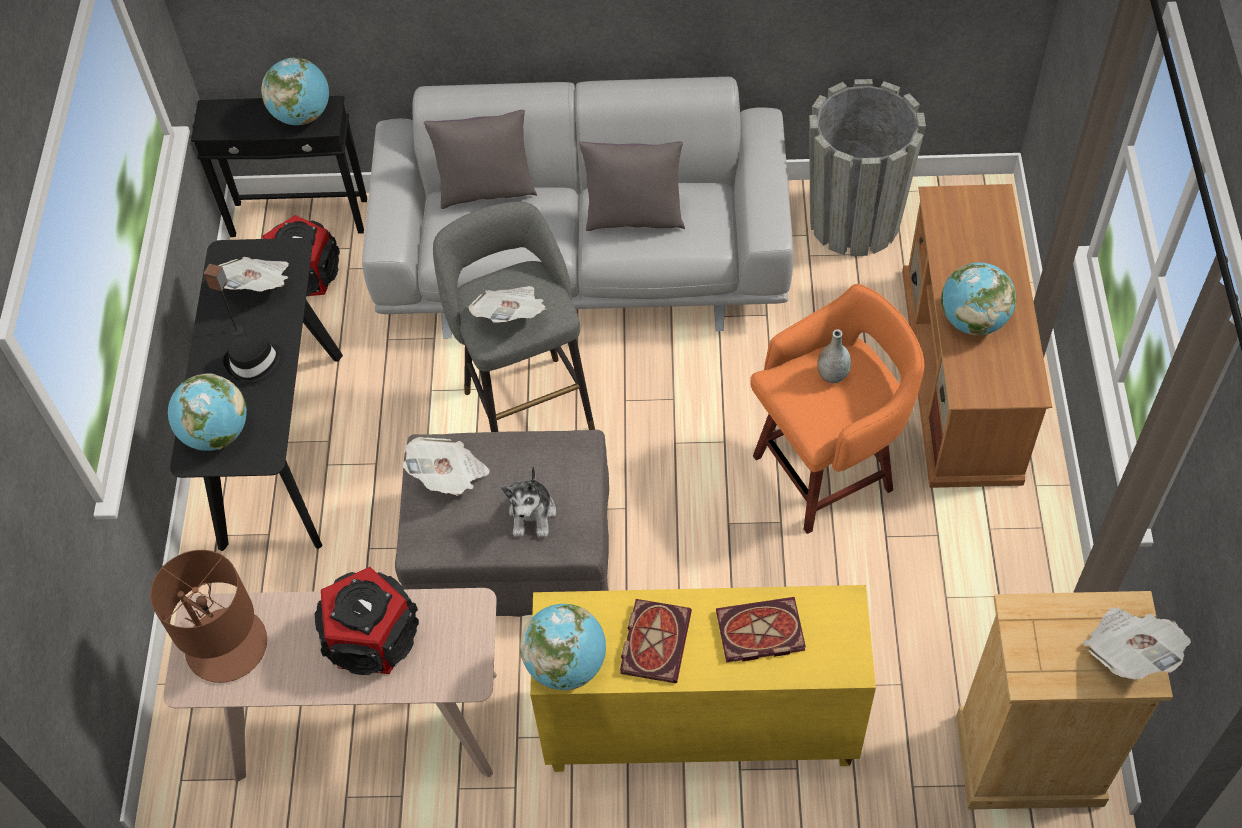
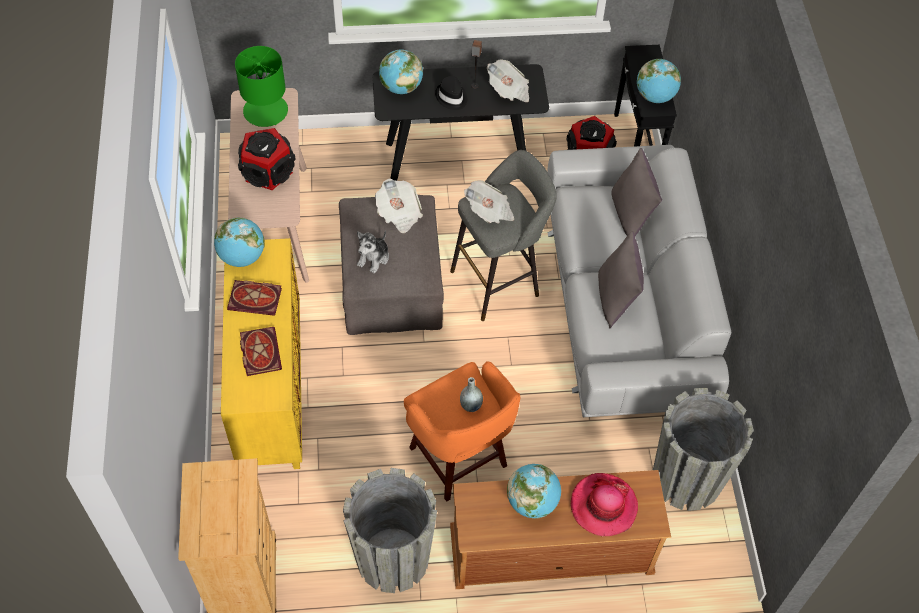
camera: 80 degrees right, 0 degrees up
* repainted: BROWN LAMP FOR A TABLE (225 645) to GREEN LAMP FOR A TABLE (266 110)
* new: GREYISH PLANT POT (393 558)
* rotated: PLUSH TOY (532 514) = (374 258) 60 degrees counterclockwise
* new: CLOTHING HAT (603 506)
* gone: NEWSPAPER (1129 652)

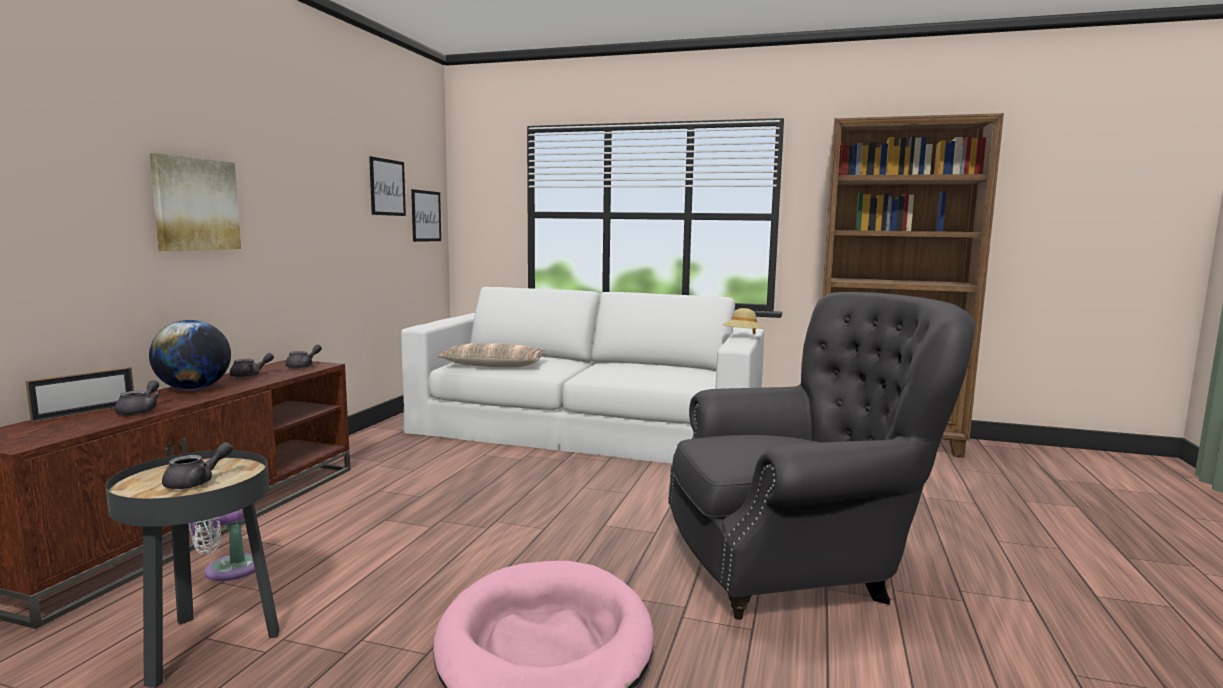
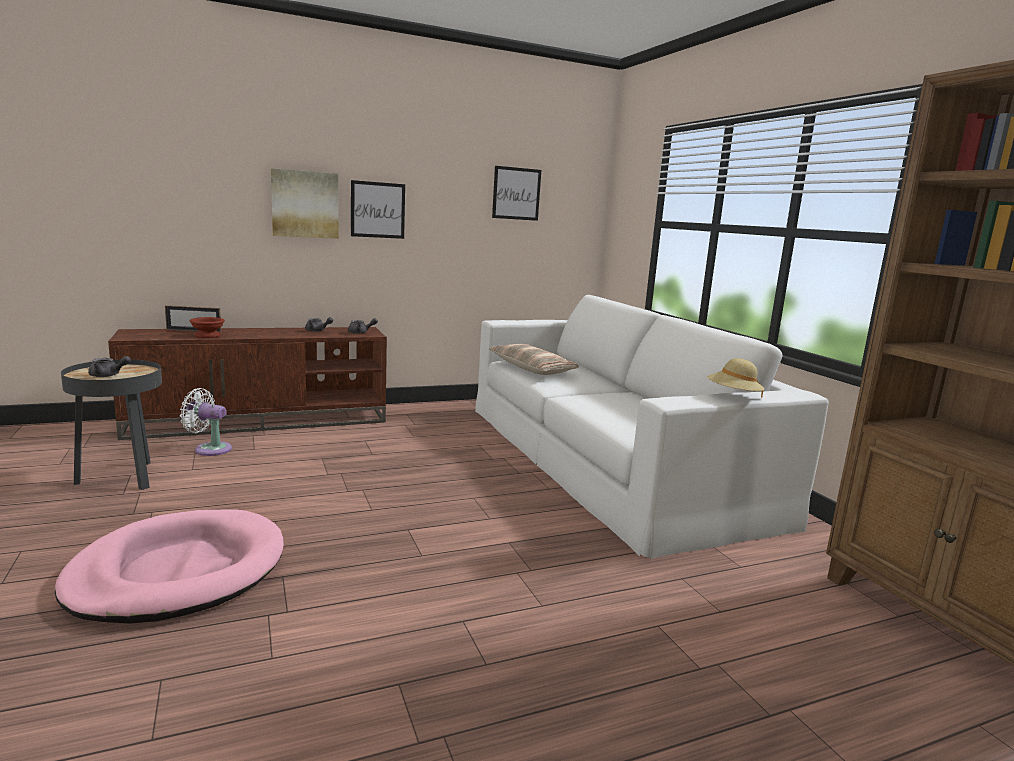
camera: 50 degrees right, 5 degrees up
* swapped: GREYISH TEAPOT (140 411) to BROWN SERVING BOWL (208 335)
* shifted: WALL PICTURE (426 216) to (378 210)
* gone: GLOBE (194 389)
* gone: GREYISH ARMCHAIR (798 565)

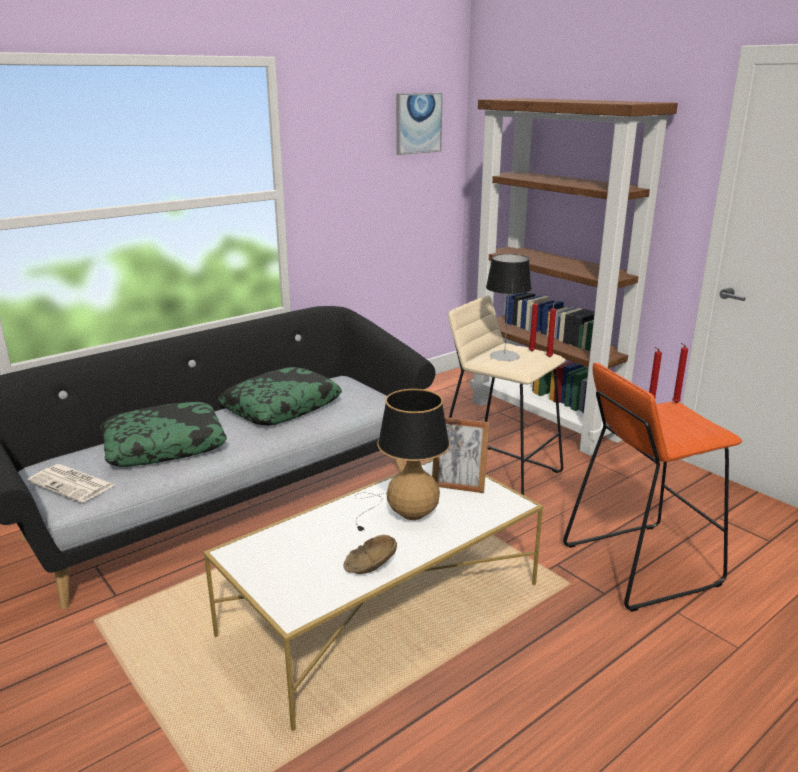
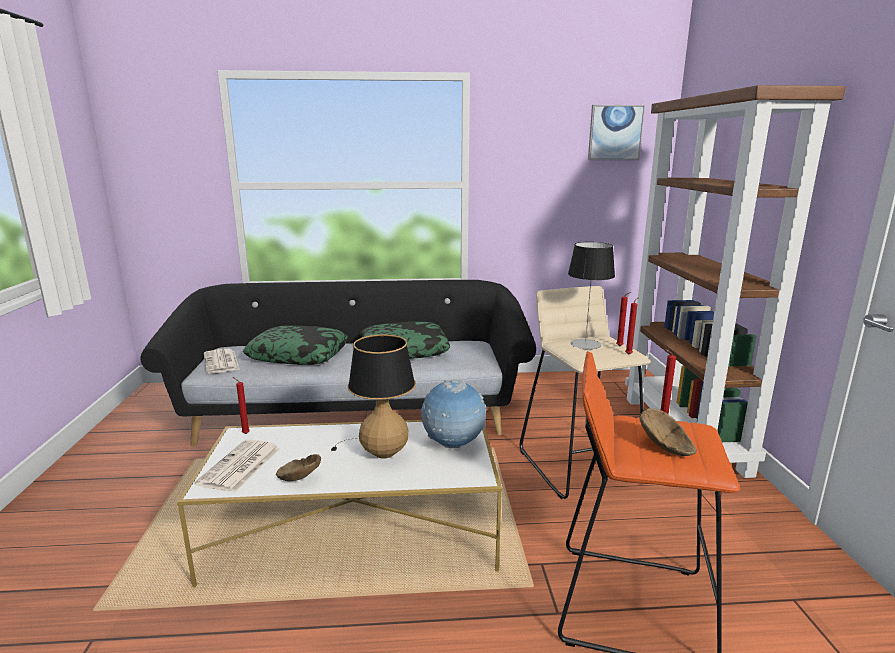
camera: 35 degrees right, 5 degrees down
* new: NEWSPAPER (240 466)
* shifted: RED-COLOURED CANDLE (674 403) to (244 433)
* swapped: PHOTO FRAME (458 486) to GLOBE (453 445)
* new: BROWN SERVING BOWL (666 447)

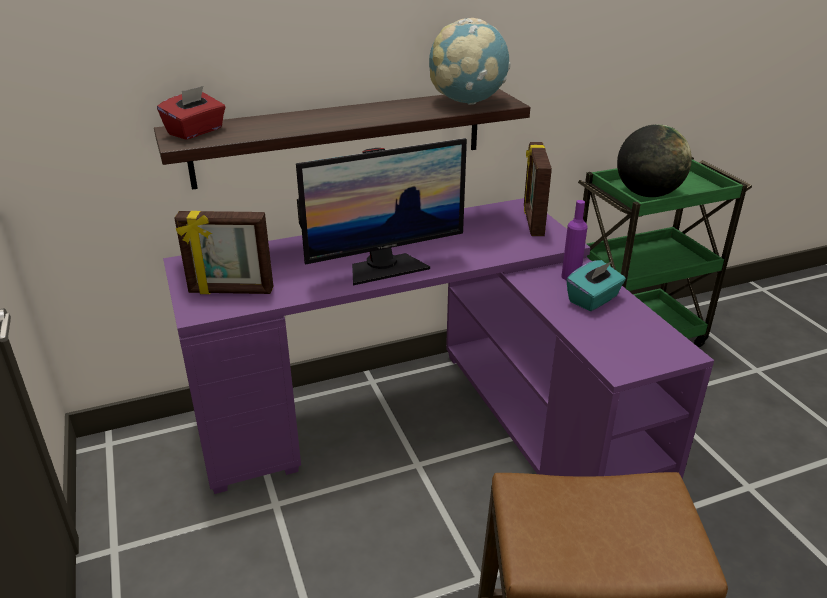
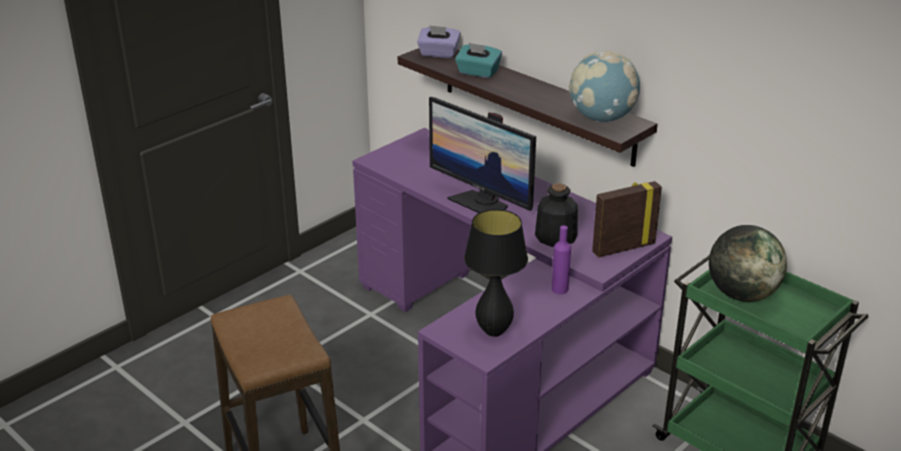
camera: 65 degrees right, 0 degrees up
* repainted: RED-COLOURED TISSUE BOX (196 131) to PURPLE-COLOURED TISSUE BOX (438 54)
* shifted: TURQUOISE TISSUE BOX (593 299) to (478 72)
* new: BLACK LAMP FOR A TABLE (494 331)
* new: BEVERAGE BOTTLE (555 236)
* gone: PHOTO FRAME (231 291)

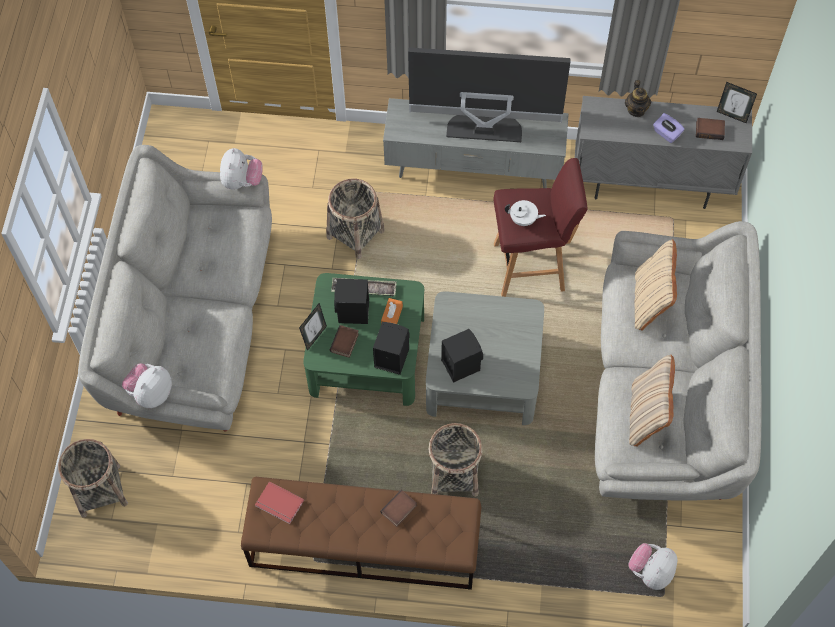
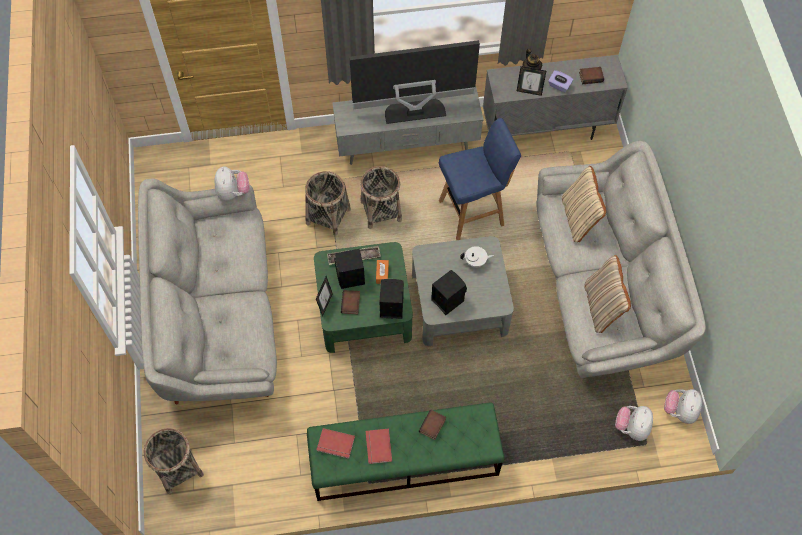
camera: 15 degrees left, 0 degrees up
* repainted: BROWN BENCH (363 545) to GREEN BENCH (404 461)
* shifted: STORAGE BASKET (454 475) to (381 211)
* new: RED-COLOURED VOLUME (377 447)
* repainted: RED-COLOURED STOOL SEAT (531 267) to BLUE-COLOURED STOOL SEAT (473 212)
* shifted: WHITISH TEAPOT (523 220) to (475 262)
* shifted: PHOTO FRAME (732 115) to (529 91)
* shifted: PLUSH TOY (151 393) to (680 411)

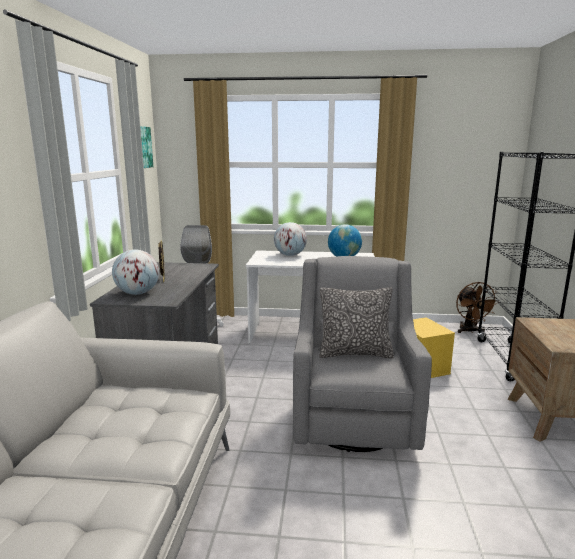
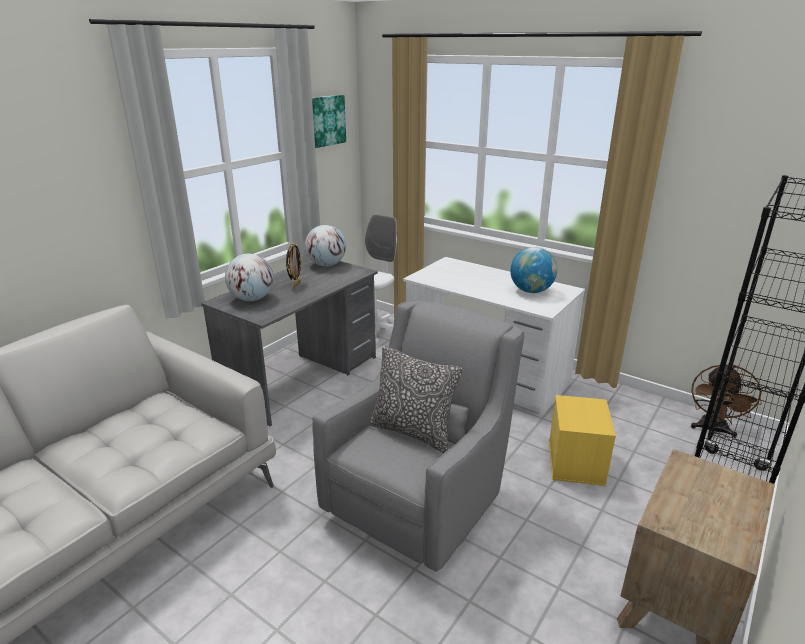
camera: 30 degrees right, 10 degrees up
* shifted: GLOBE (290 255) to (326 265)

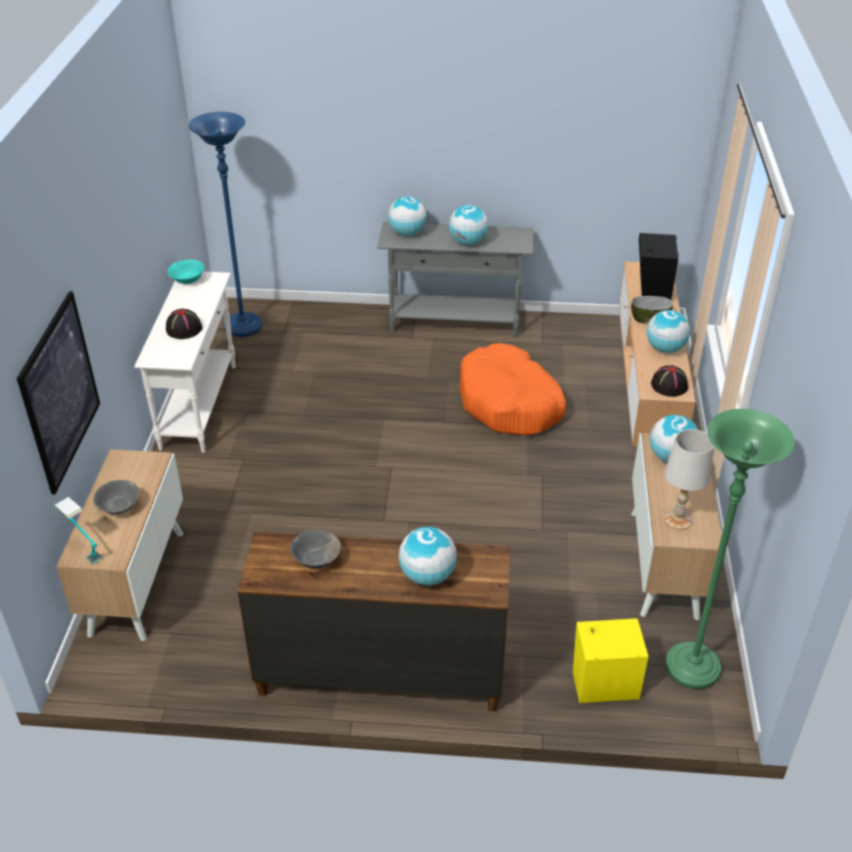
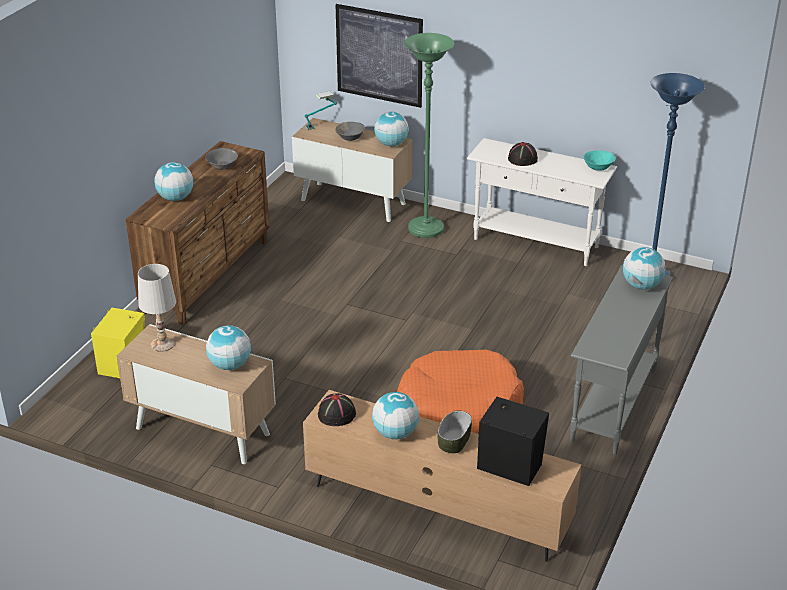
camera: 110 degrees right, 5 degrees down
* shifted: GLOBE (467 242) to (391 144)
* shifted: GREEN STANDING LAMP (692 668) to (425 229)

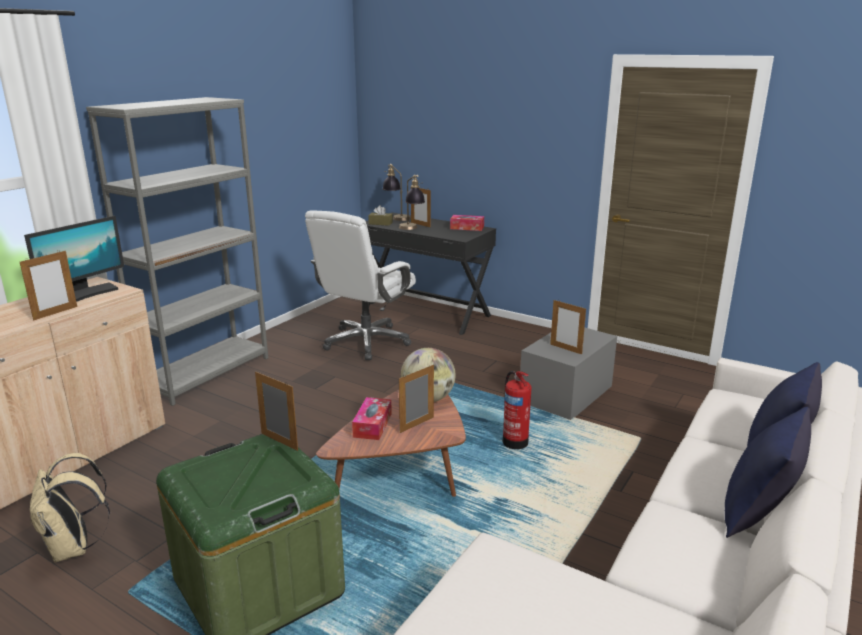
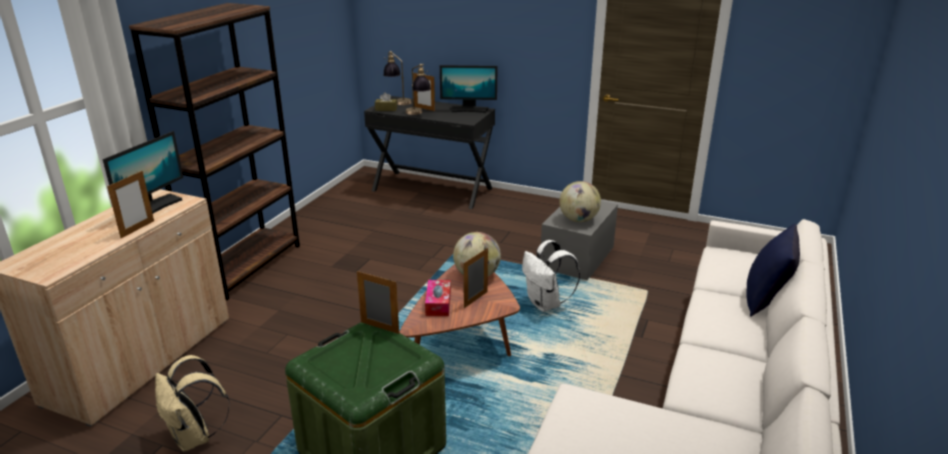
camera: 10 degrees left, 5 degrees up
* repainted: GREYISH BOOKSHELF (207 374) to BROWN BOOKSHELF (247 266)
* swapped: TISSUE BOX (467 228) to MONITOR (468 109)
* swapped: EXTINGUISHER (514 442) to WHITISH RUCKSACK (546 304)
* swapped: PHOTO FRAME (566 349) to GLOBE (578 220)
* gone: WHITISH COMPUTER CHAIR (366 342)
* gone: BLUE-COLOURED THROW PILLOW (757 514)

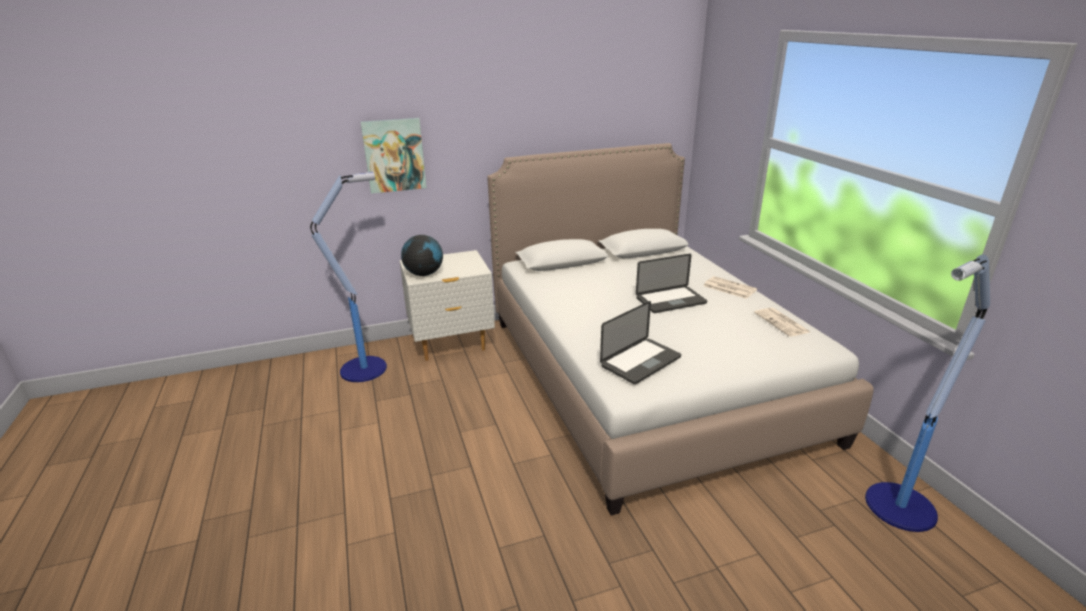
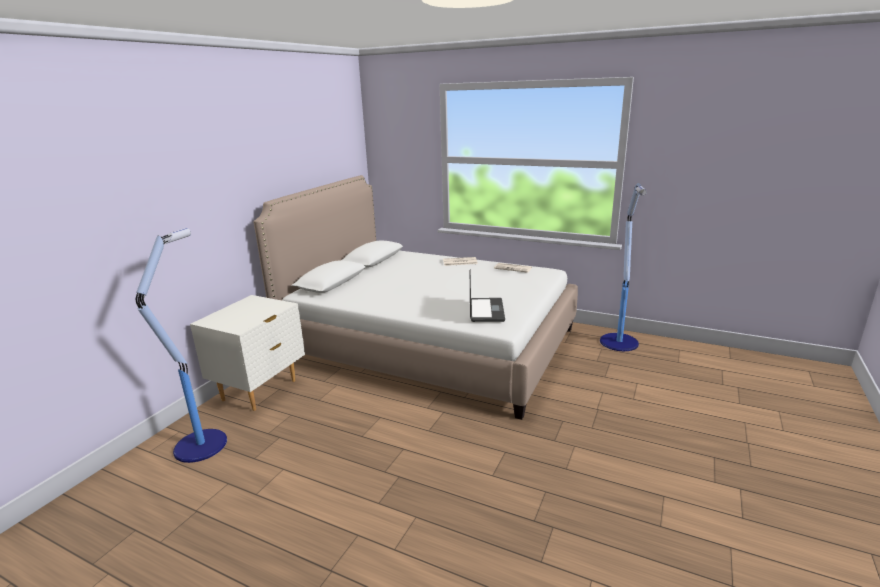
camera: 45 degrees left, 5 degrees down
* gone: WALL PICTURE (394 155)
* gone: GLOBE (424 274)
* gone: PORTABLE COMPUTER (670 301)

